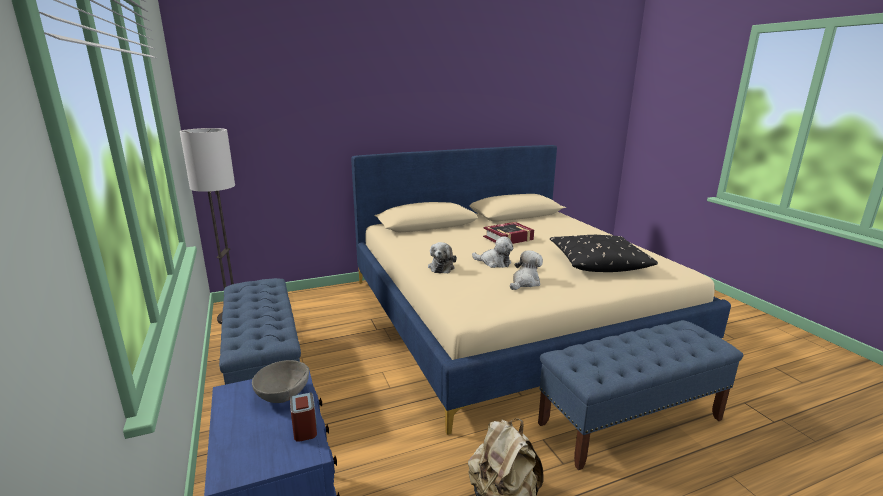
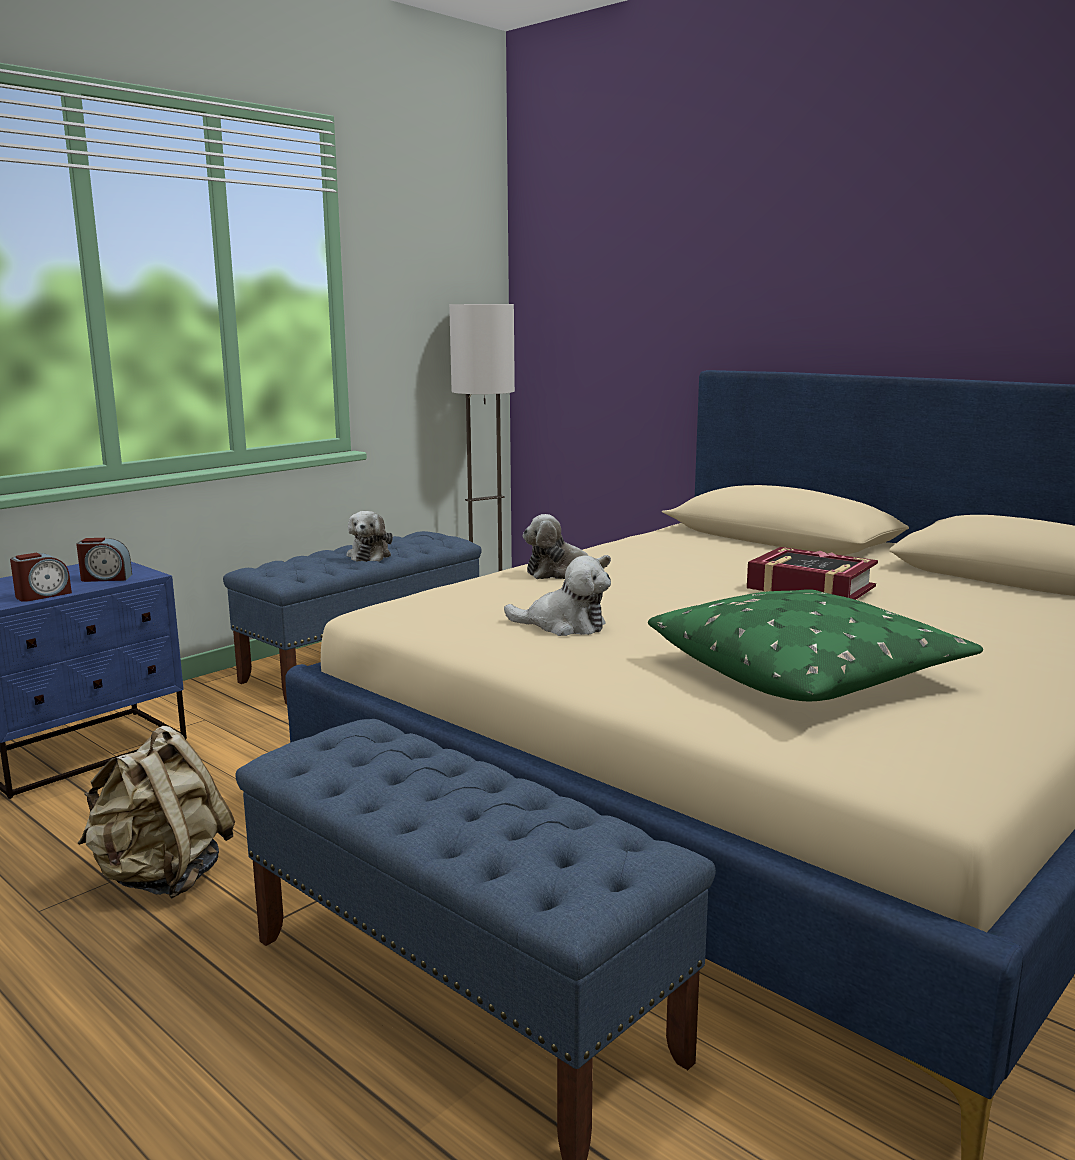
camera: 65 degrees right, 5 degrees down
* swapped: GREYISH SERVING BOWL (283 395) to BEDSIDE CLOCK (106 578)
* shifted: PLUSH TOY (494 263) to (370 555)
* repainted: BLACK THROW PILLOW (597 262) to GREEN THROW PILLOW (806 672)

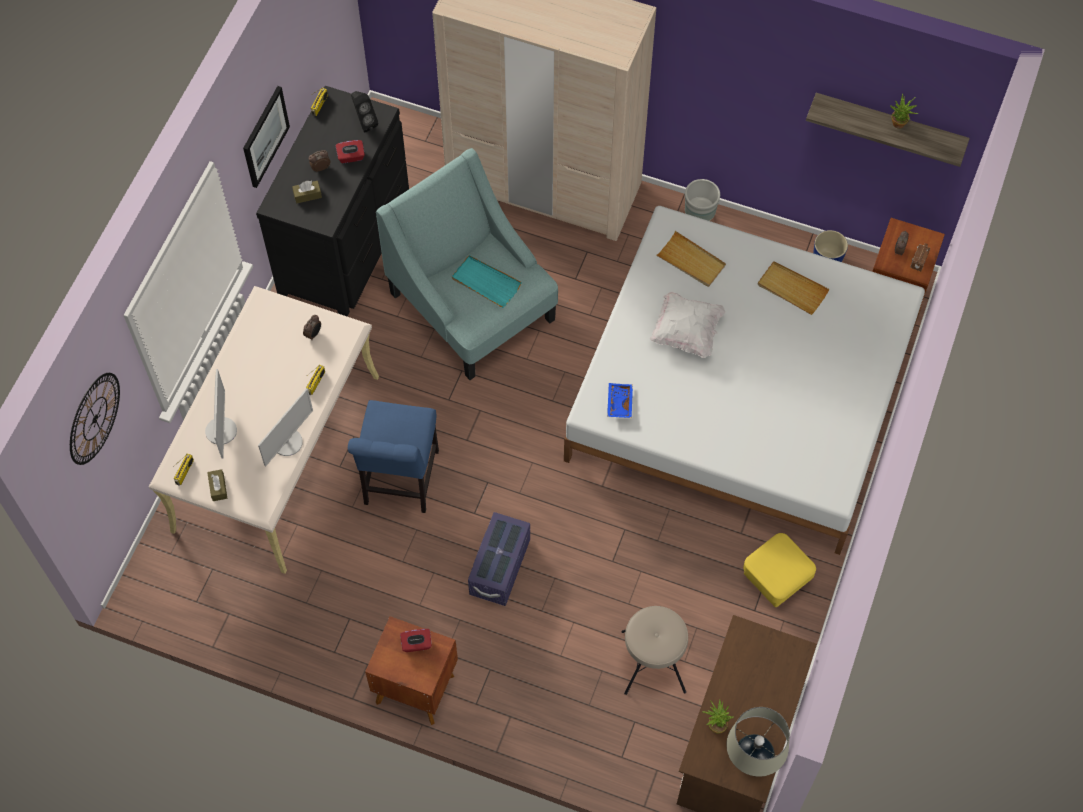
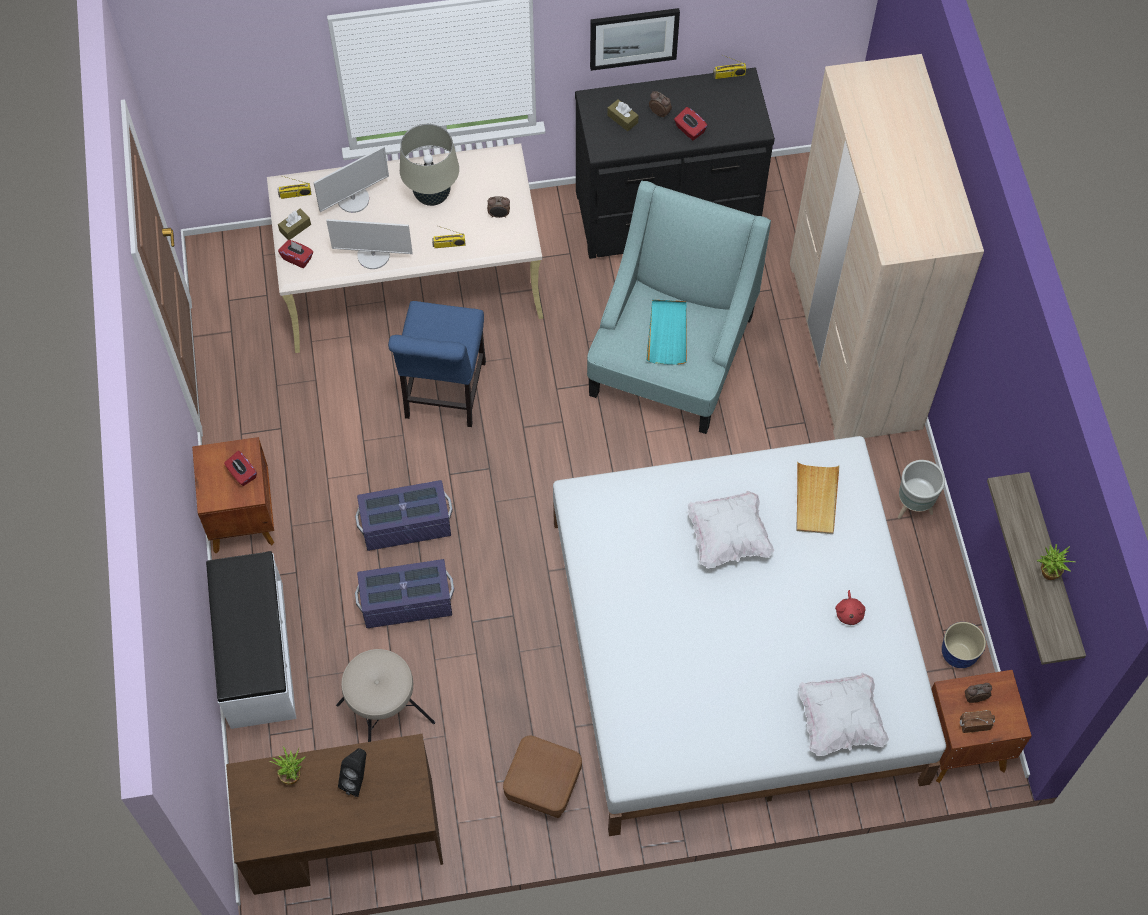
camera: 60 degrees right, 0 degrees up
* new: WHITISH BENCH (256 655)
* new: RED-COLOURED TISSUE BOX (297 258)
* shifted: BLACK LOUDSPEAKER (364 122) to (357 779)
* new: PURPLE-COLOURED STORAGE CONTAINER (406 603)
* rotated: BLUE-COLOURED UPRIGHT CHAIR (400 482) = (443 394) 60 degrees counterclockwise
* shifted: BEIGE-COLOURED LAMP FOR A TABLE (752 759) to (432 196)
* repainted: YELLOW-COLOURED OTTOMAN (776 579) to BROWN OTTOMAN (543 786)
* new: WHITISH THROW PILLOW (839 720)
* swapped: BEIGE-COLOURED CARRYING TRAY (792 289) to RED-COLOURED PLUSH TOY (849 613)
* gone: WALL CLOCK (94 418)
* gone: BLUE-COLOURED CARRYING TRAY (618 403)

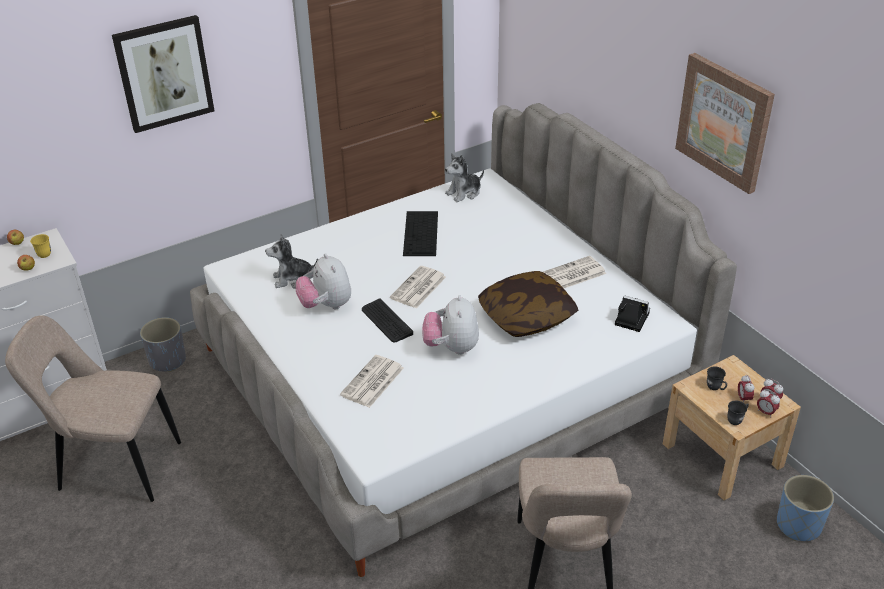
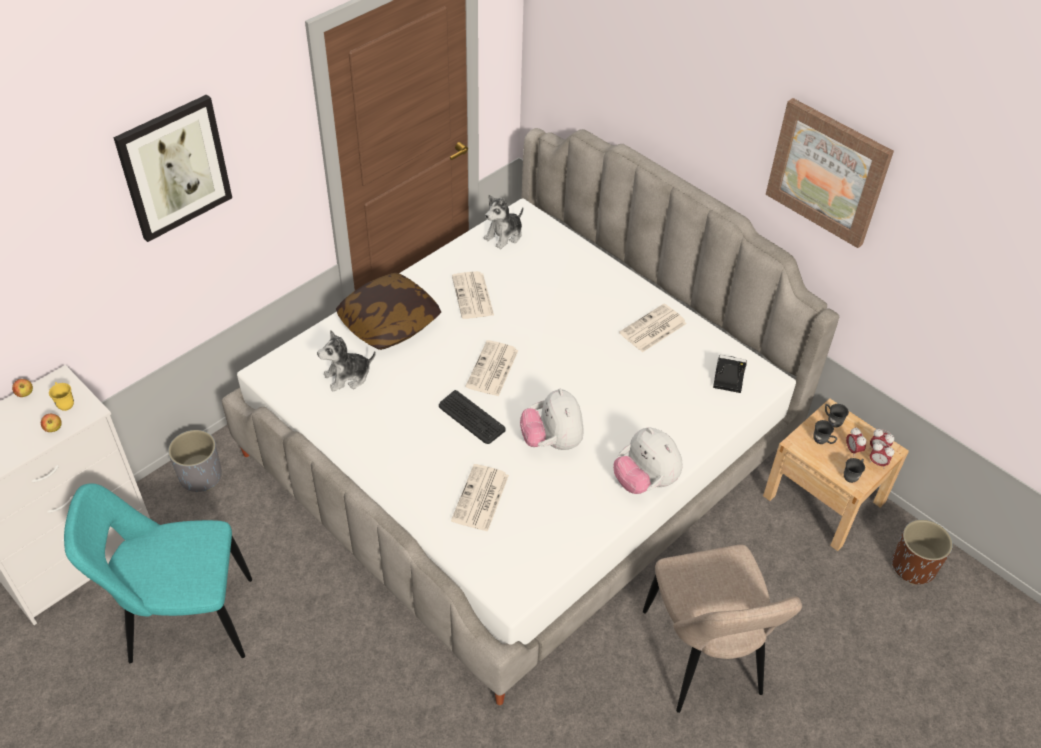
camera: 15 degrees left, 10 degrees up
* repainted: BEIGE-COLOURED UPRIGHT CHAIR (115 466) to TURQUOISE UPRIGHT CHAIR (184 621)
* shifted: THROW PILLOW (526 316) to (389 323)
* swapped: PC KEYBOARD (421 233) to NEWSPAPER (473 296)
* shifted: PLUSH TOY (326 305) to (645 481)
* new: GREYISH TEA MUG (832 421)
* repainted: BLUE-COLOURED PLANT POT (798 525) to BROWN PLANT POT (913 567)

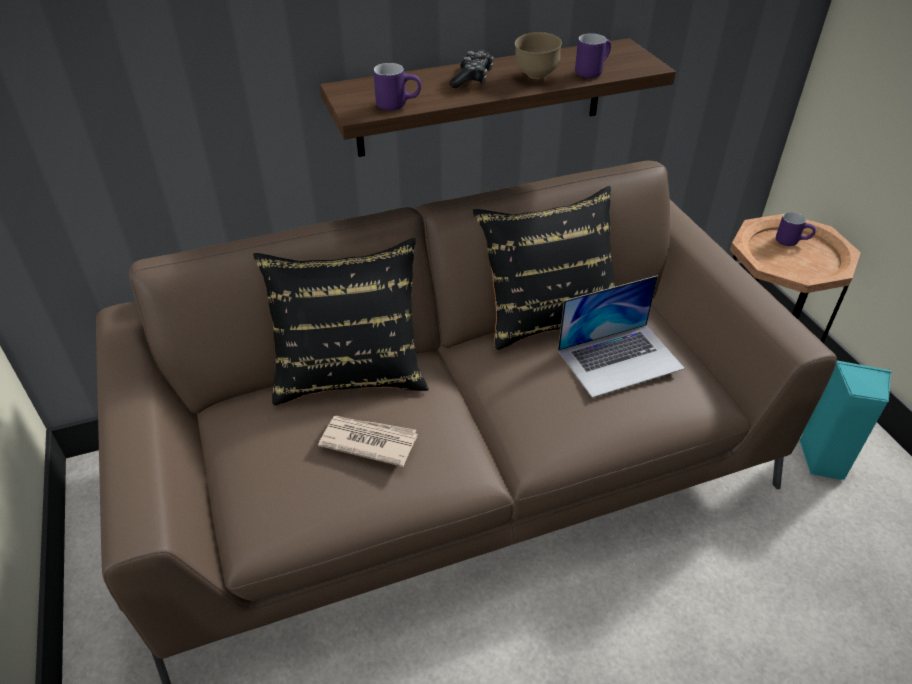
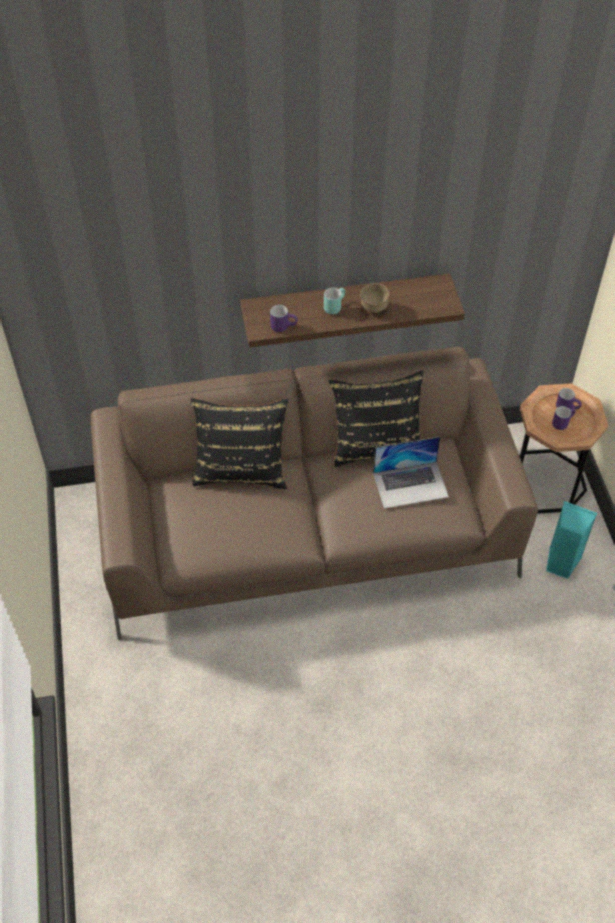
camera: 10 degrees right, 10 degrees up
* swapped: GAMEPAD (472 78) to TURQUOISE TEA MUG (334 306)
* shifted: PURPLE-COLOURED TEA MUG (591 71) to (562 422)
* gone: NEWSPAPER (368 441)

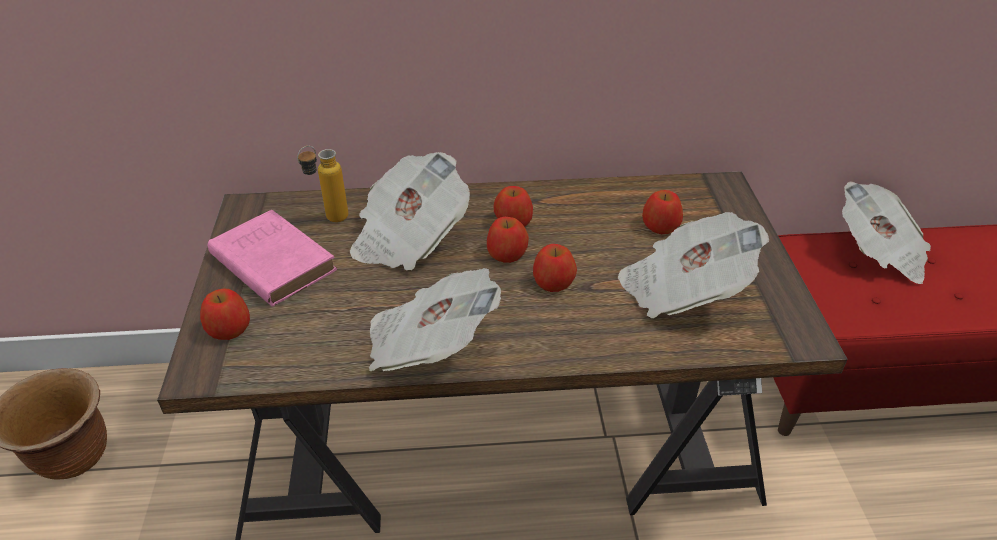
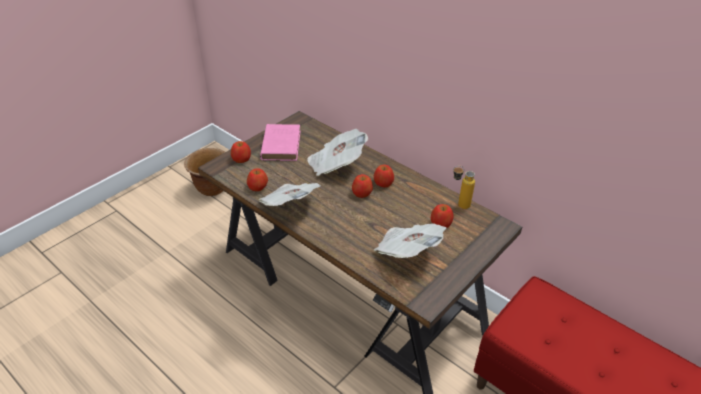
camera: 45 degrees right, 0 degrees up
* shifted: APPLE FRUIT (553 281) to (258 187)
* shifted: BEVERAGE BOTTLE (329 220) to (458 205)
* gone: NEWSPAPER (879 253)

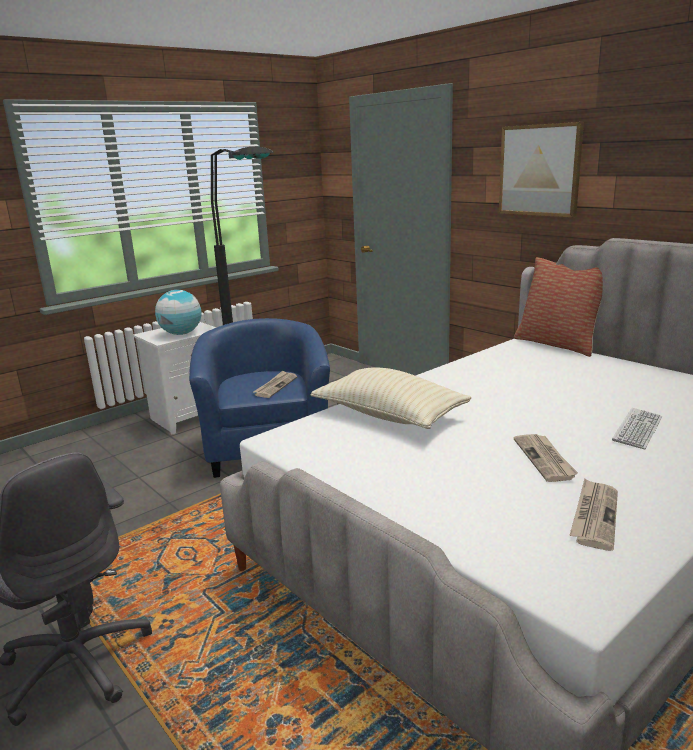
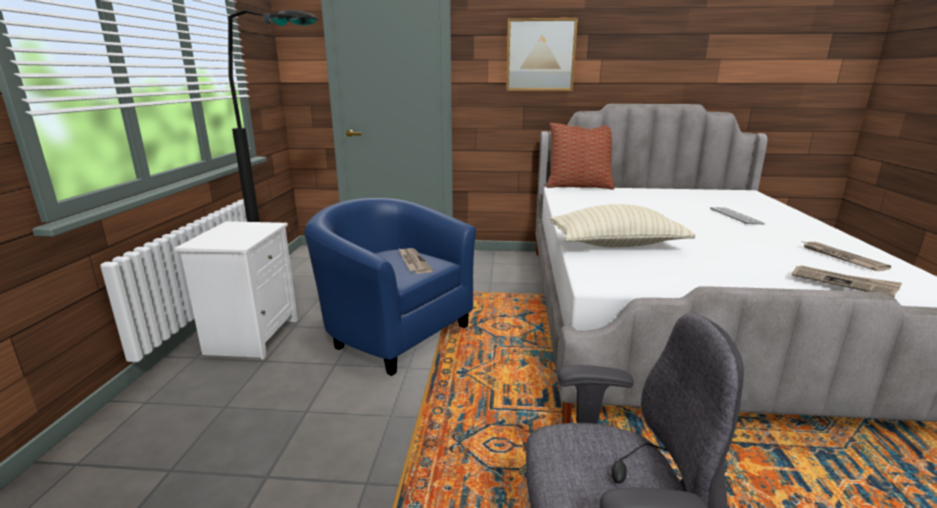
camera: 45 degrees left, 0 degrees up
* shifted: NEWSPAPER (545 459) to (843 282)
* gone: GLOBE (181 333)

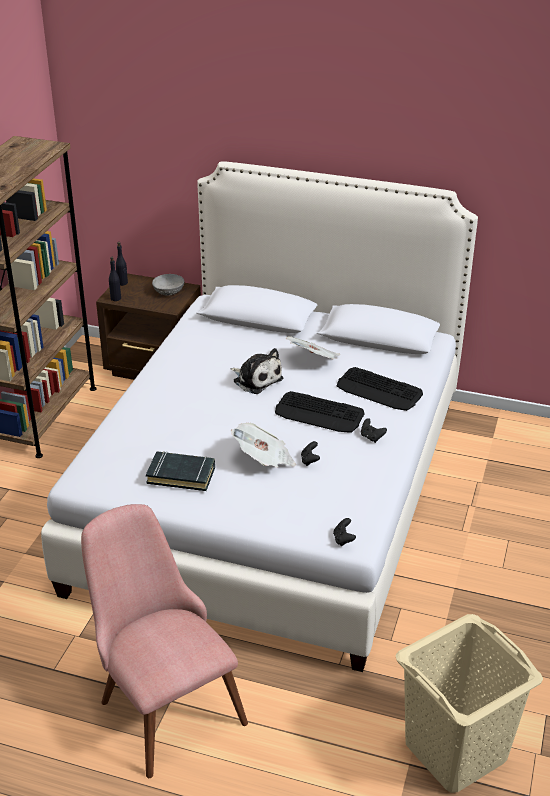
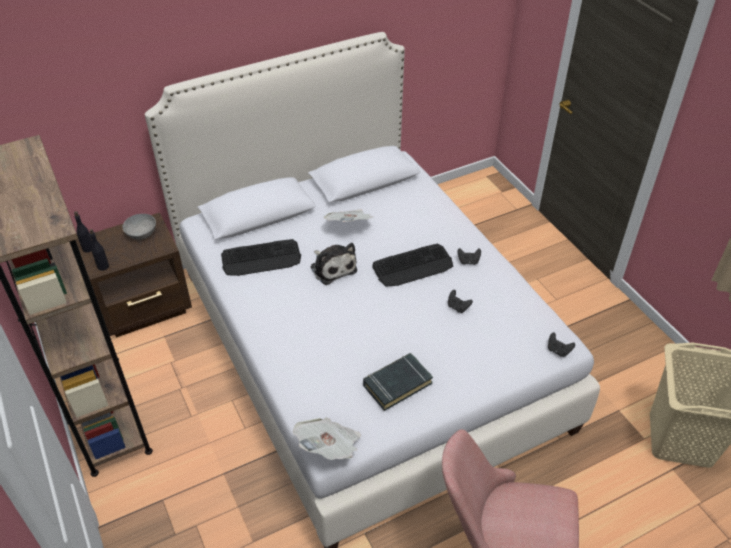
camera: 45 degrees left, 10 degrees up
* shifted: PC KEYBOARD (379 390) to (261 258)
* shifted: NEWSPAPER (264 459) to (329 447)
* rotated: PLUSH TOY (256 379) = (332 267) 60 degrees clockwise

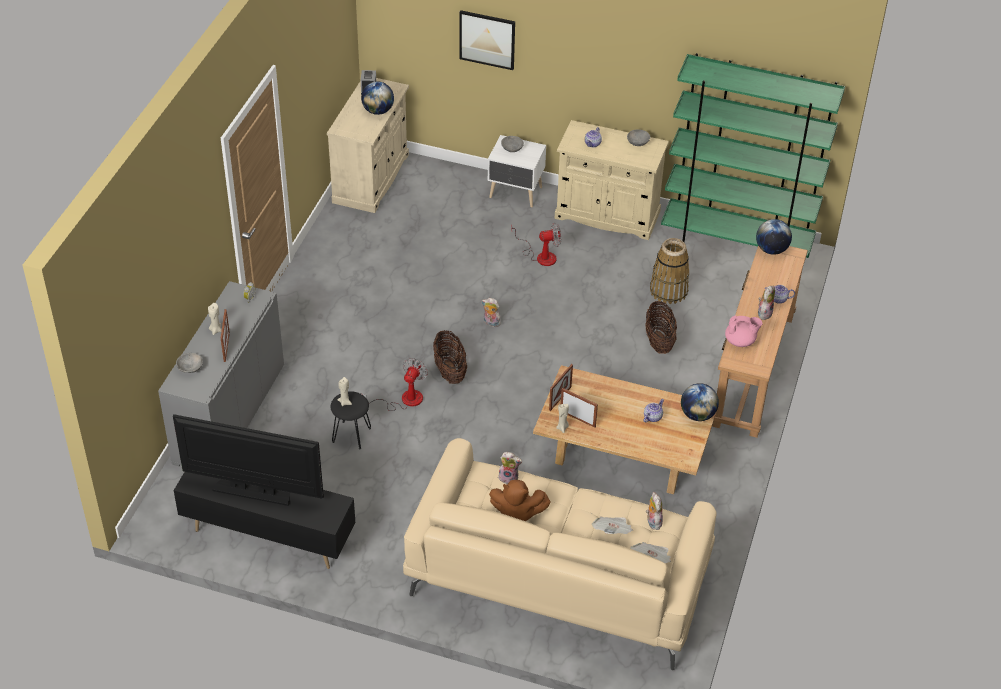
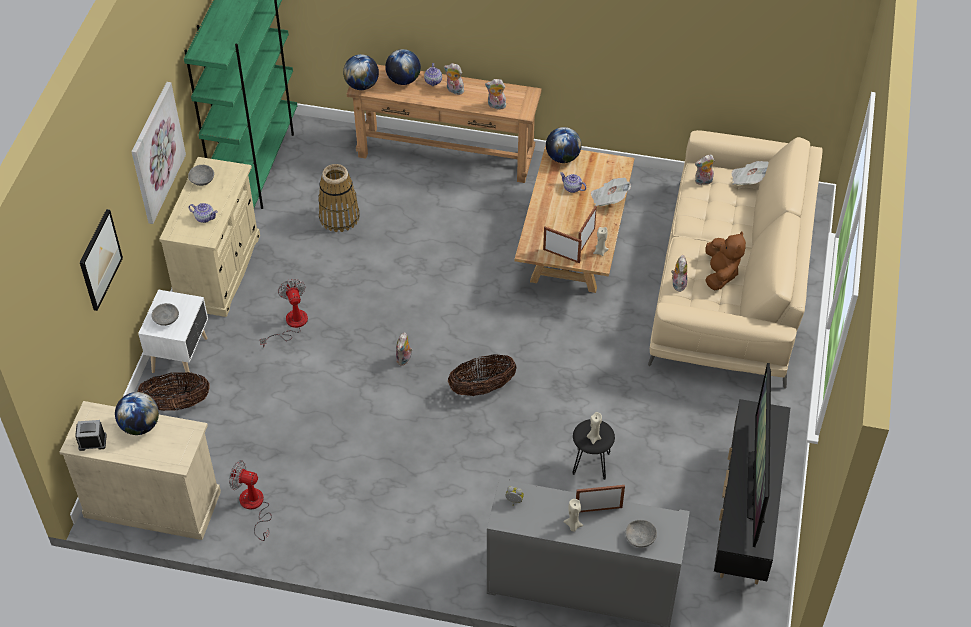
camera: 95 degrees left, 5 degrees up
* new: WALL PICTURE (157 152)
* shifted: STORAGE BASKET (659 341) to (177 404)
* shifted: ELECTRIC FAN (404 400) to (254 506)
* new: GLOBE (403 80)
* swapped: PINKISH TEAPOT (740 341) to PLUSH TOY (496 106)
* shifted: NEWSPAPER (612 532) to (609 199)

